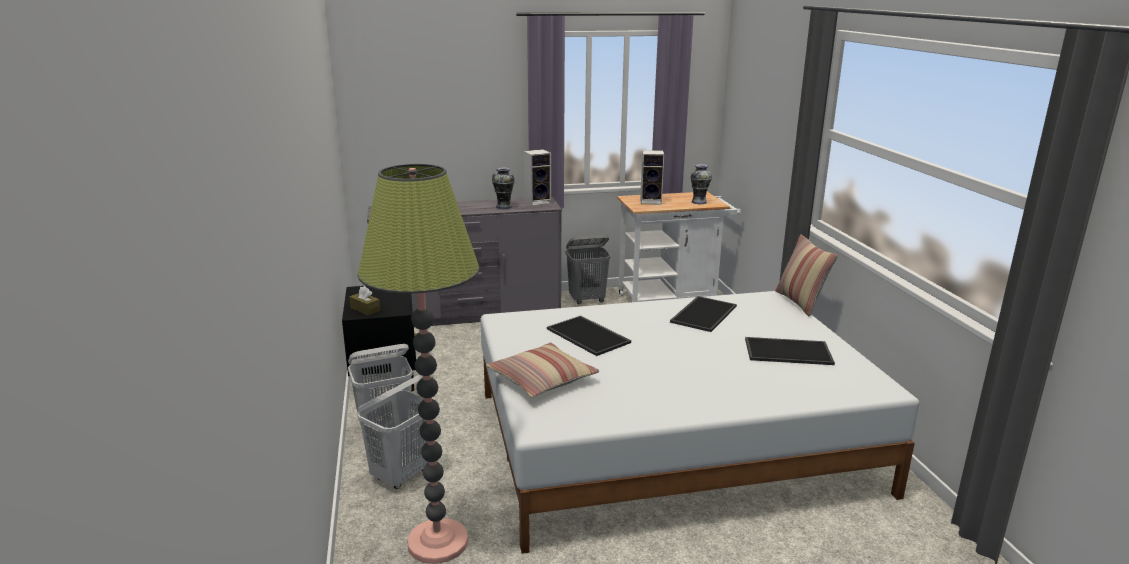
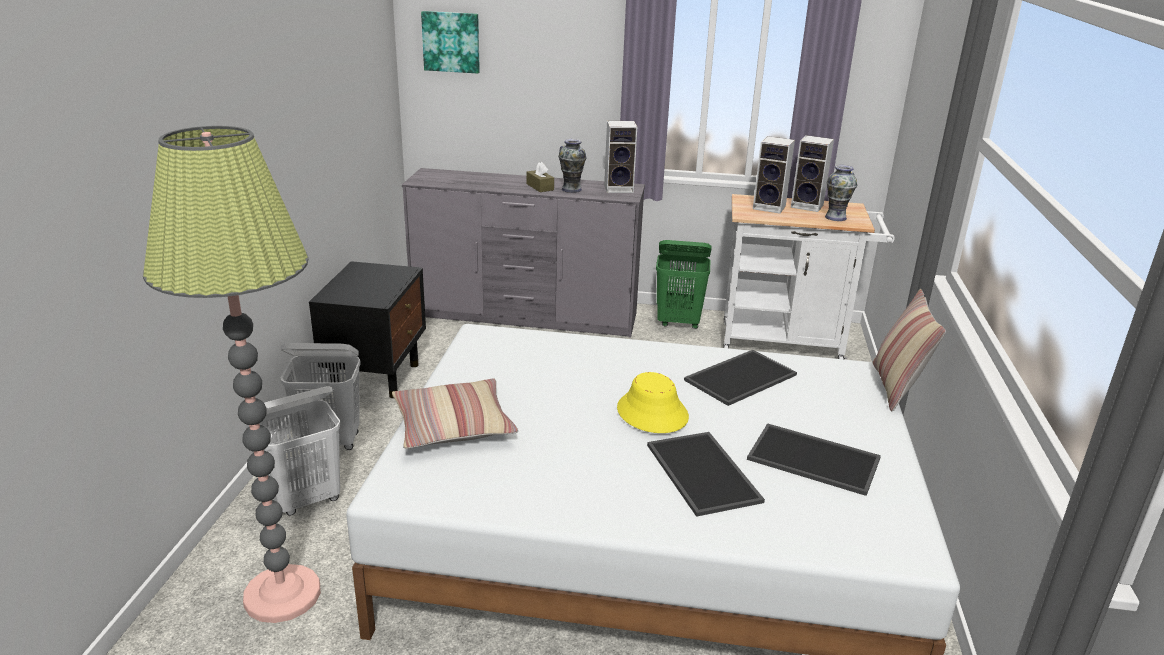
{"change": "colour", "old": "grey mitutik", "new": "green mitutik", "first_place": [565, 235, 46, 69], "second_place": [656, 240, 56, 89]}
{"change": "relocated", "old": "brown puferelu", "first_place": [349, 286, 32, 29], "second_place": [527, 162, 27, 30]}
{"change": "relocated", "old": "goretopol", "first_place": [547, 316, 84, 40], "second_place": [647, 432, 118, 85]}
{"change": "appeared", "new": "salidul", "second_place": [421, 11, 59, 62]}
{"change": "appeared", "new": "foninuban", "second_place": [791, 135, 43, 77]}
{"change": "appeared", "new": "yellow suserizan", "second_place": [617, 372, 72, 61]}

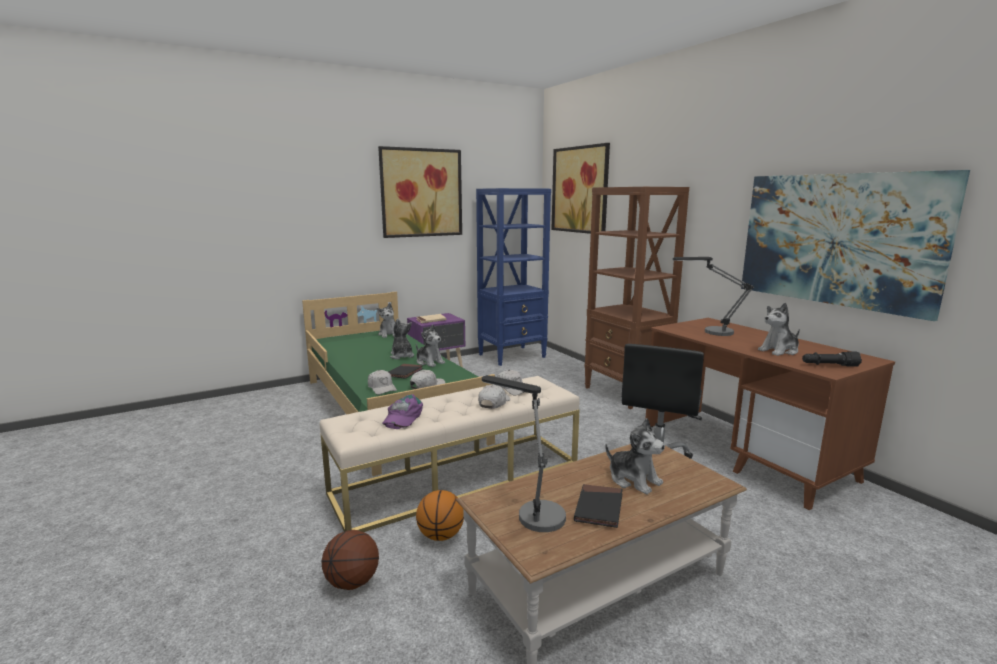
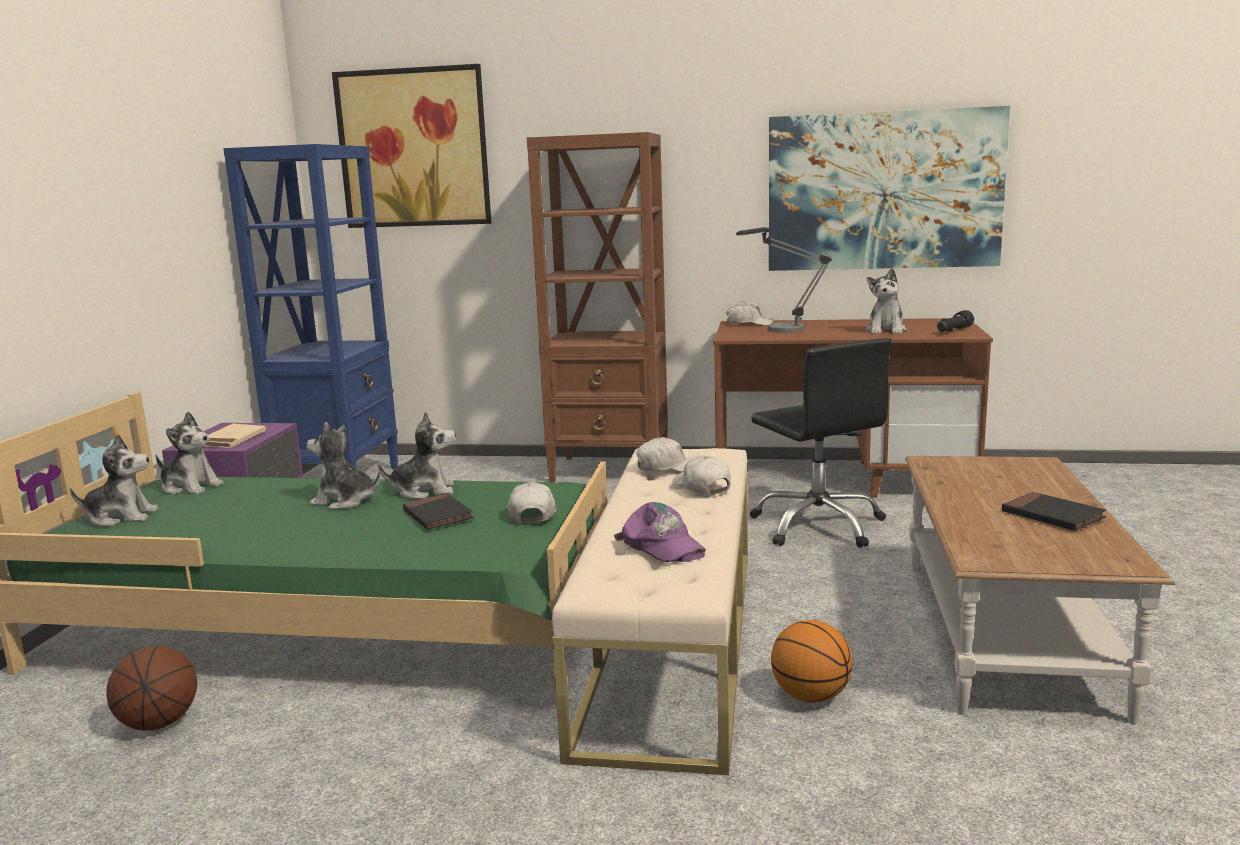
{"change": "missing", "old": "salidul", "first_place": [378, 146, 84, 92]}
{"change": "relocated", "old": "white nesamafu", "first_place": [368, 370, 29, 25], "second_place": [726, 301, 48, 25]}
{"change": "missing", "old": "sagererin", "first_place": [482, 375, 84, 157]}
{"change": "relocated", "old": "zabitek", "first_place": [605, 418, 60, 77], "second_place": [70, 434, 89, 92]}
{"change": "relocated", "old": "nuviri", "first_place": [322, 530, 57, 60], "second_place": [106, 646, 91, 85]}

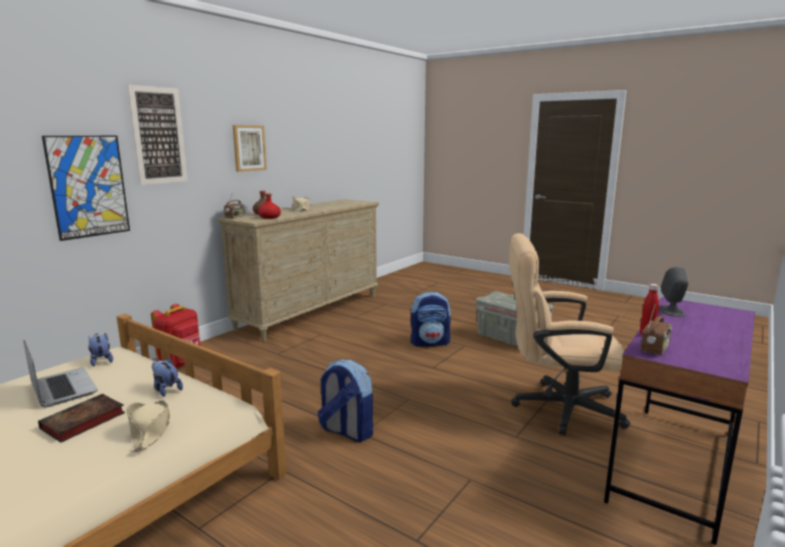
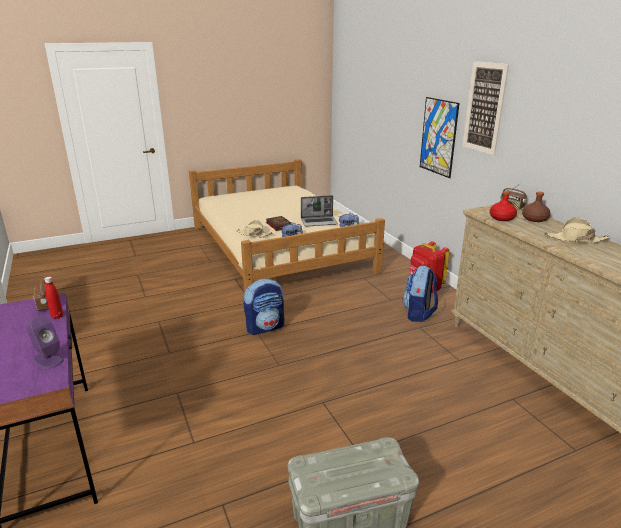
{"change": "missing", "old": "salidul", "first_place": [233, 125, 34, 47]}
{"change": "missing", "old": "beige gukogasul", "first_place": [509, 233, 121, 202]}
{"change": "colour", "old": "grey foninuban", "new": "purple foninuban", "first_place": [659, 267, 29, 50], "second_place": [26, 316, 38, 53]}
{"change": "relocated", "old": "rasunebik", "first_place": [411, 292, 40, 55], "second_place": [402, 266, 36, 56]}

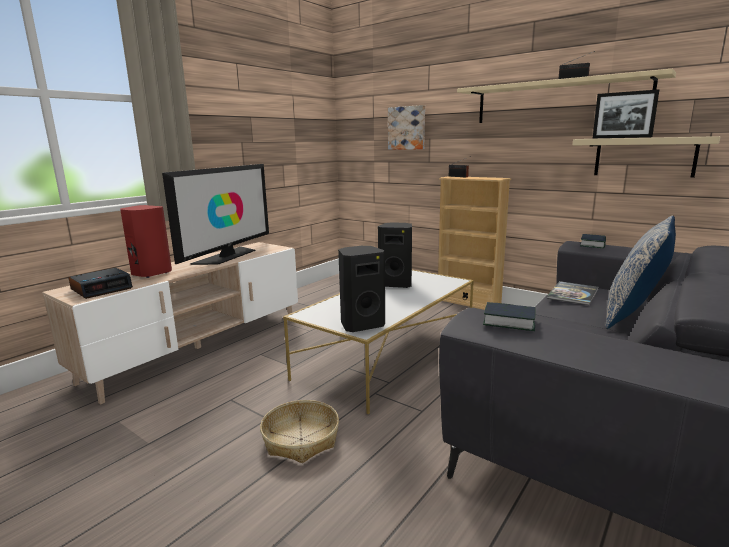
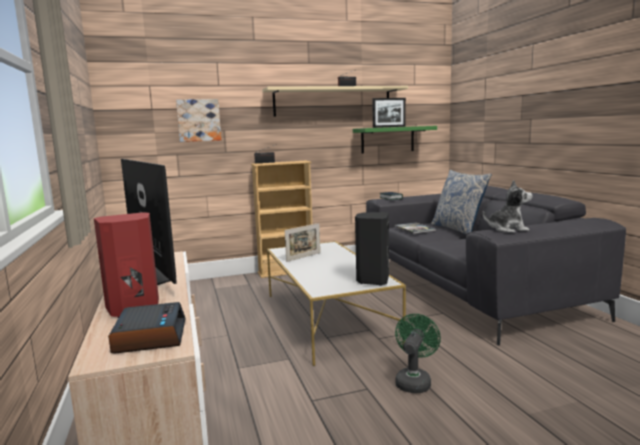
{"change": "colour", "old": "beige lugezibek", "new": "green lugezibek", "first_place": [572, 136, 148, 42], "second_place": [353, 126, 84, 28]}
{"change": "exchanged", "old": "black foninuban", "new": "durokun", "first_place": [378, 222, 34, 66], "second_place": [285, 223, 35, 39]}
{"change": "exchanged", "old": "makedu", "new": "zabitek", "first_place": [483, 302, 52, 29], "second_place": [483, 180, 49, 53]}
{"change": "exchanged", "old": "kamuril", "new": "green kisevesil", "first_place": [260, 400, 79, 63], "second_place": [395, 314, 46, 79]}

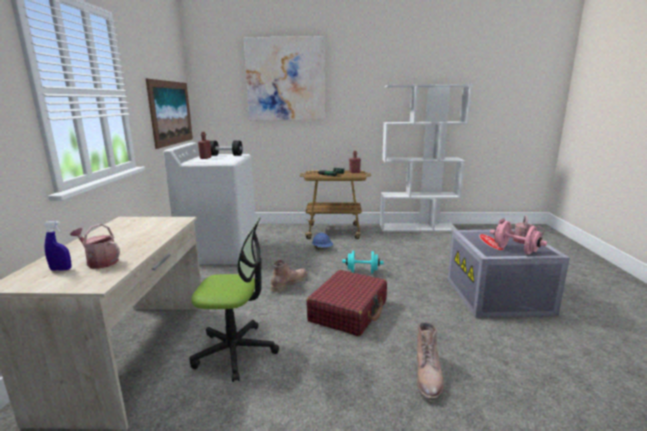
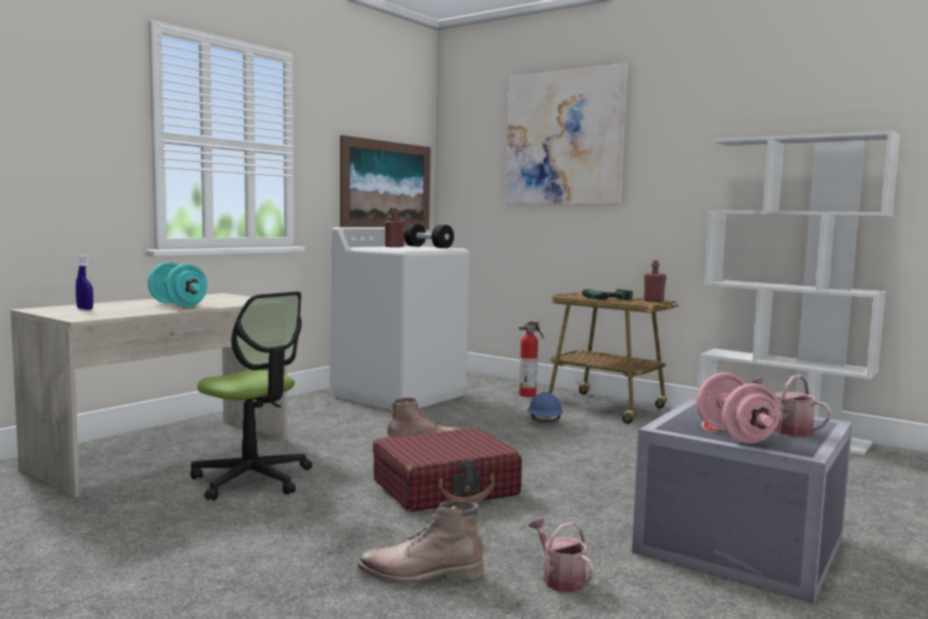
{"change": "relocated", "old": "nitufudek", "first_place": [70, 224, 50, 45], "second_place": [529, 518, 65, 74]}
{"change": "relocated", "old": "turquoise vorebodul", "first_place": [342, 250, 41, 24], "second_place": [148, 262, 59, 45]}
{"change": "spun", "old": "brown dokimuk", "first_place": [417, 322, 27, 79], "second_place": [358, 500, 126, 84], "degrees": 45}
{"change": "appeared", "new": "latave", "second_place": [519, 322, 24, 75]}

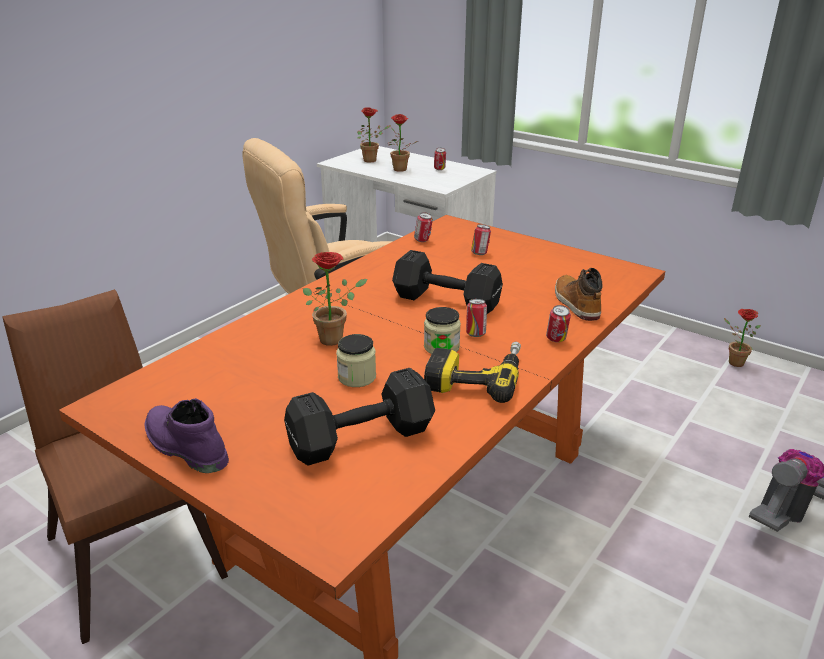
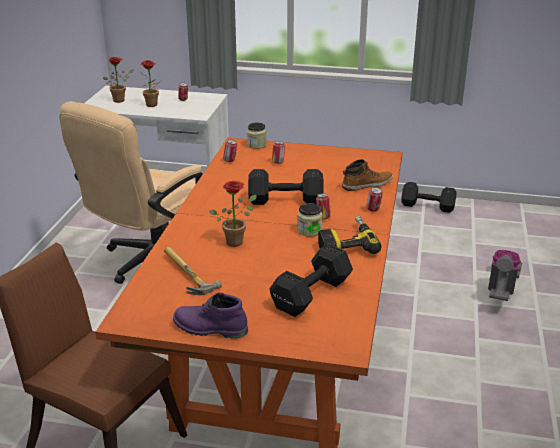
{"change": "spun", "old": "dokimuk", "first_place": [555, 268, 47, 53], "second_place": [342, 159, 51, 32], "degrees": 105}
{"change": "exchanged", "old": "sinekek", "new": "black vorebodul", "first_place": [724, 309, 37, 58], "second_place": [401, 182, 56, 31]}
{"change": "relocated", "old": "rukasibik", "first_place": [336, 334, 40, 53], "second_place": [247, 122, 20, 27]}
{"change": "appeared", "new": "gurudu", "second_place": [164, 247, 58, 48]}

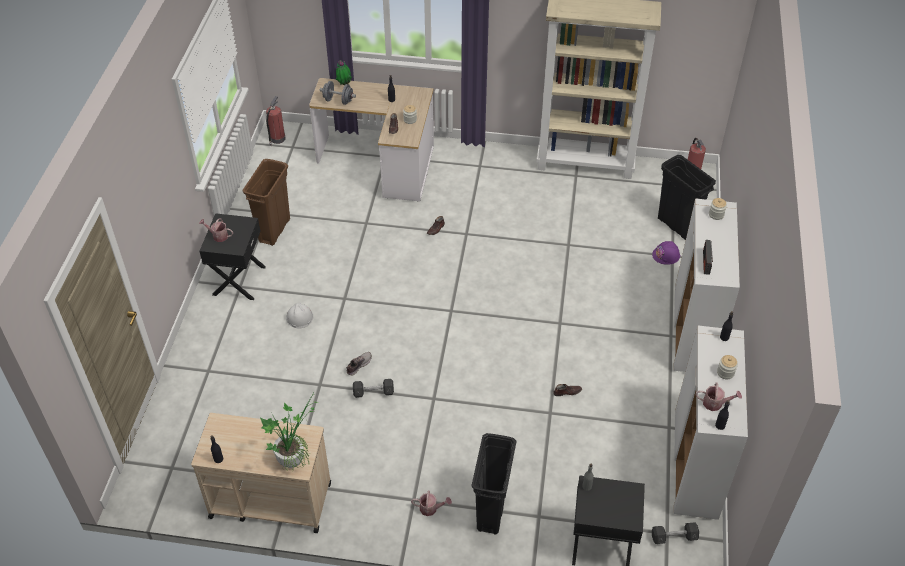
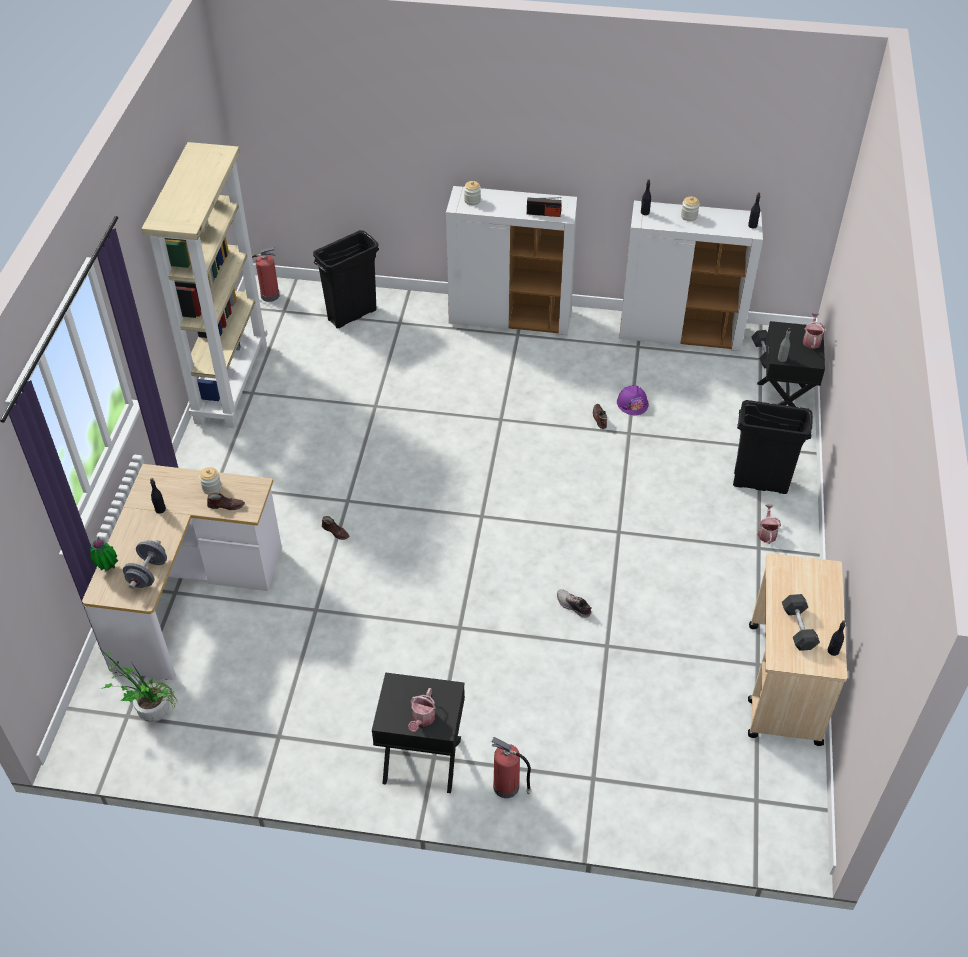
{"change": "relocated", "old": "latave", "first_place": [266, 96, 20, 50], "second_place": [491, 737, 41, 61]}
{"change": "missing", "old": "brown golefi", "first_place": [242, 159, 48, 87]}
{"change": "relocated", "old": "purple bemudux", "first_place": [652, 241, 28, 24], "second_place": [617, 385, 32, 30]}
{"change": "missing", "old": "white bemudux", "first_place": [286, 303, 27, 26]}
{"change": "relocated", "old": "grey vorebodul", "first_place": [353, 379, 41, 19], "second_place": [782, 594, 38, 57]}
{"change": "relocated", "old": "nitufudek", "first_place": [696, 382, 46, 29], "second_place": [802, 313, 23, 36]}
{"change": "relocated", "old": "sinekek", "first_place": [260, 389, 58, 84], "second_place": [101, 652, 77, 70]}

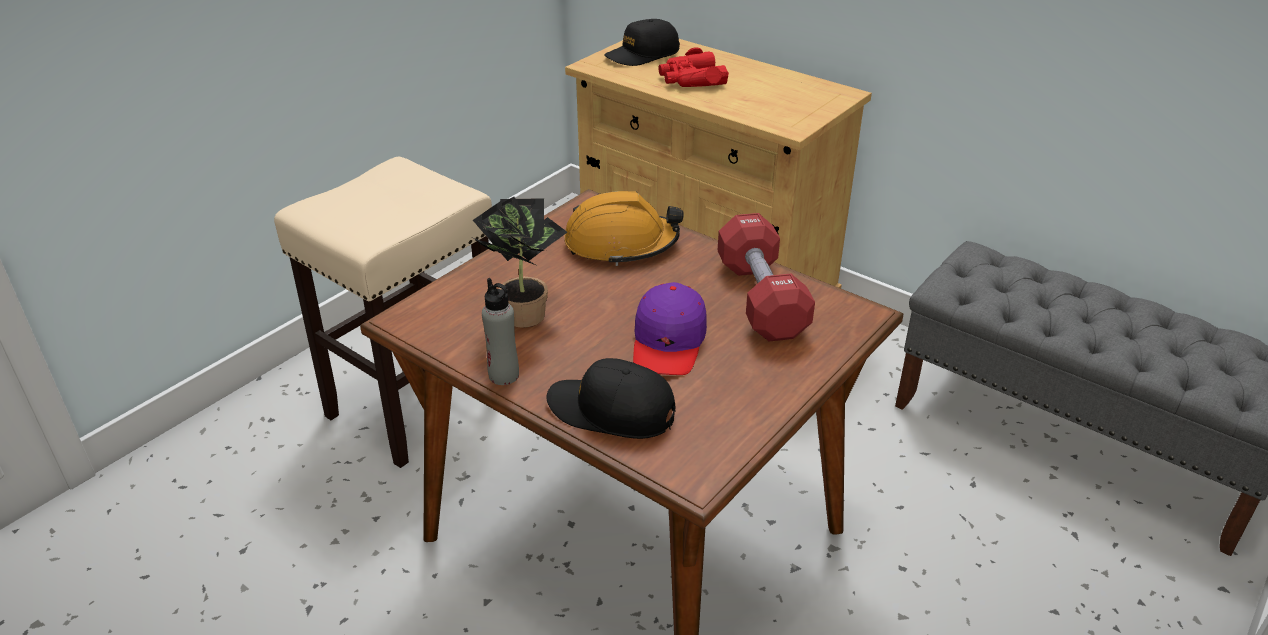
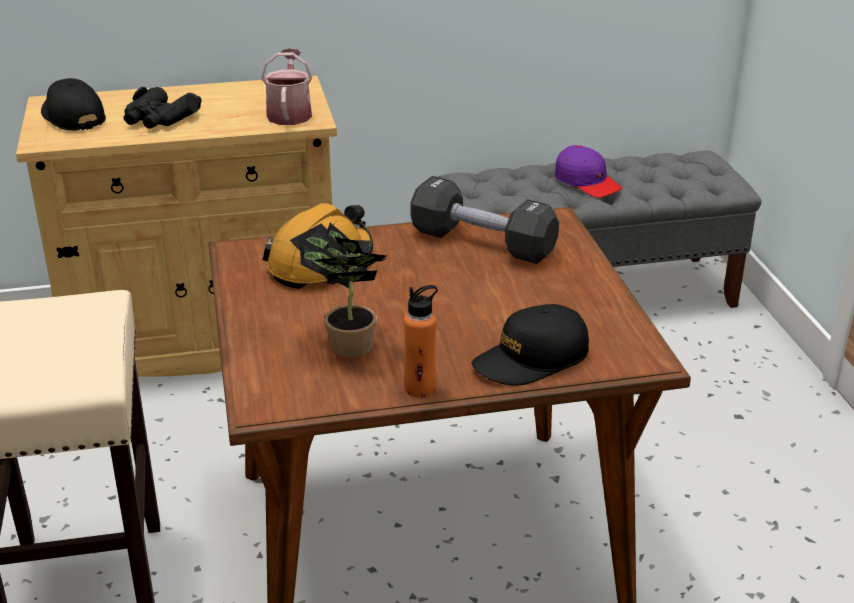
{"change": "spun", "old": "black nesamafu", "first_place": [604, 19, 76, 47], "second_place": [41, 78, 65, 52], "degrees": 135}
{"change": "colour", "old": "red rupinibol", "new": "black rupinibol", "first_place": [658, 47, 71, 40], "second_place": [123, 87, 79, 42]}
{"change": "colour", "old": "red vorebodul", "new": "black vorebodul", "first_place": [718, 213, 97, 129], "second_place": [410, 176, 149, 88]}
{"change": "colour", "old": "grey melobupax", "new": "orange melobupax", "first_place": [482, 278, 37, 107], "second_place": [404, 285, 34, 113]}
{"change": "relocated", "old": "purple nesamafu", "first_place": [633, 282, 74, 93], "second_place": [554, 145, 68, 53]}
{"change": "appeared", "new": "nitufudek", "second_place": [261, 48, 51, 77]}

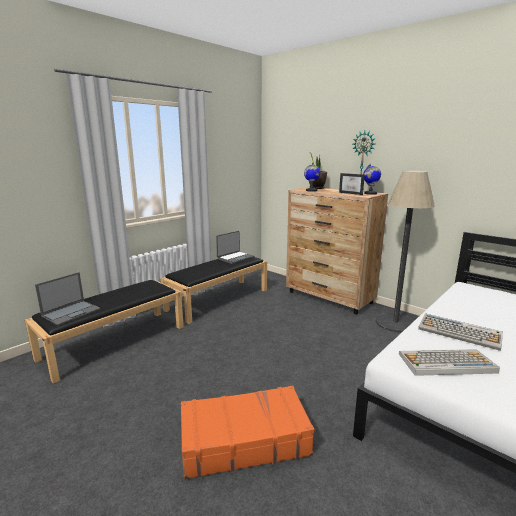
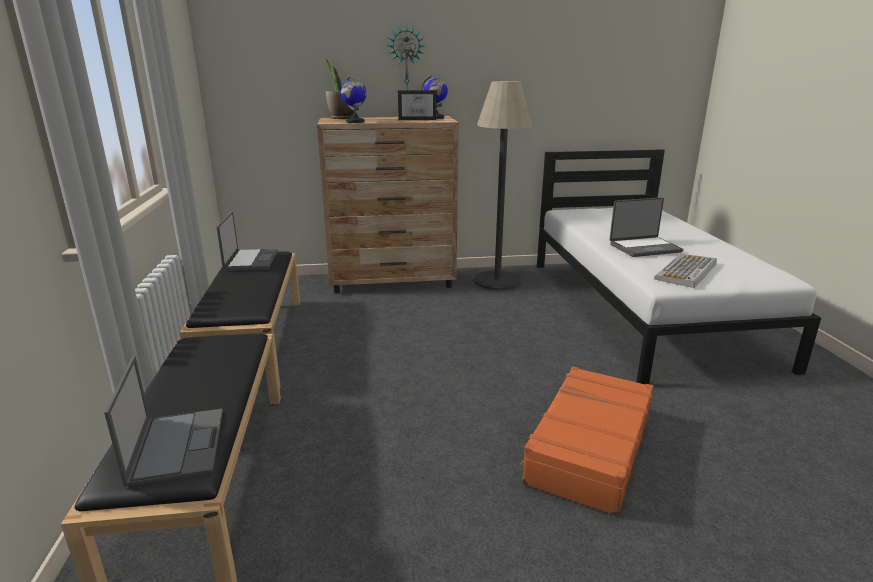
{"change": "exchanged", "old": "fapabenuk", "new": "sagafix", "first_place": [418, 313, 85, 38], "second_place": [609, 197, 75, 60]}

